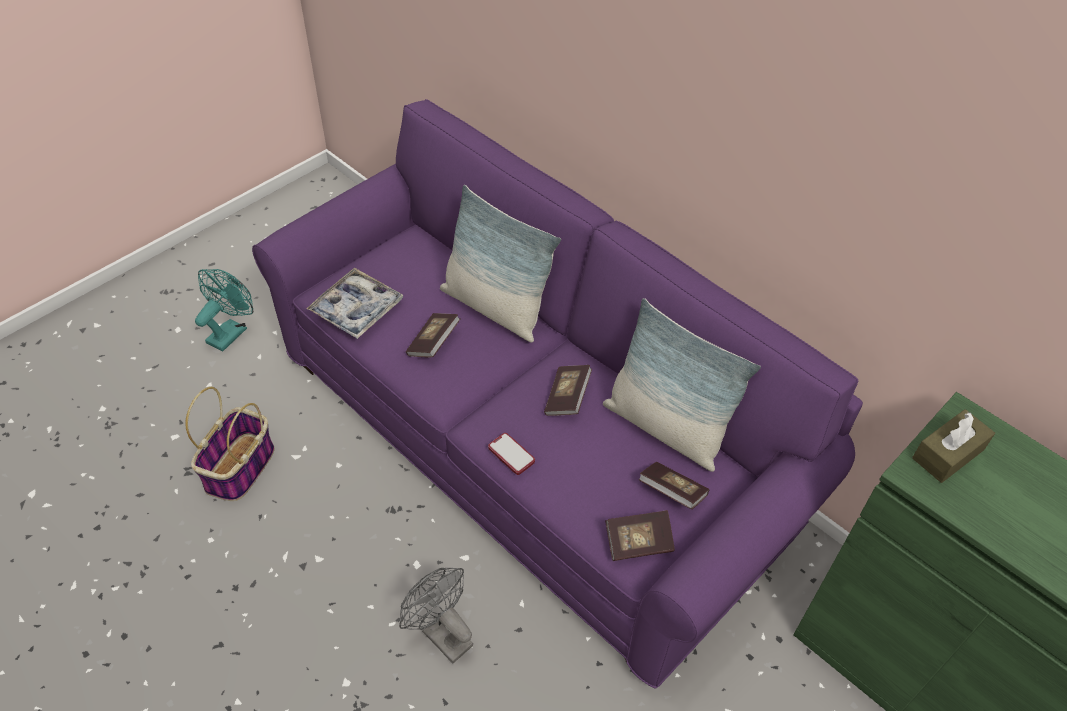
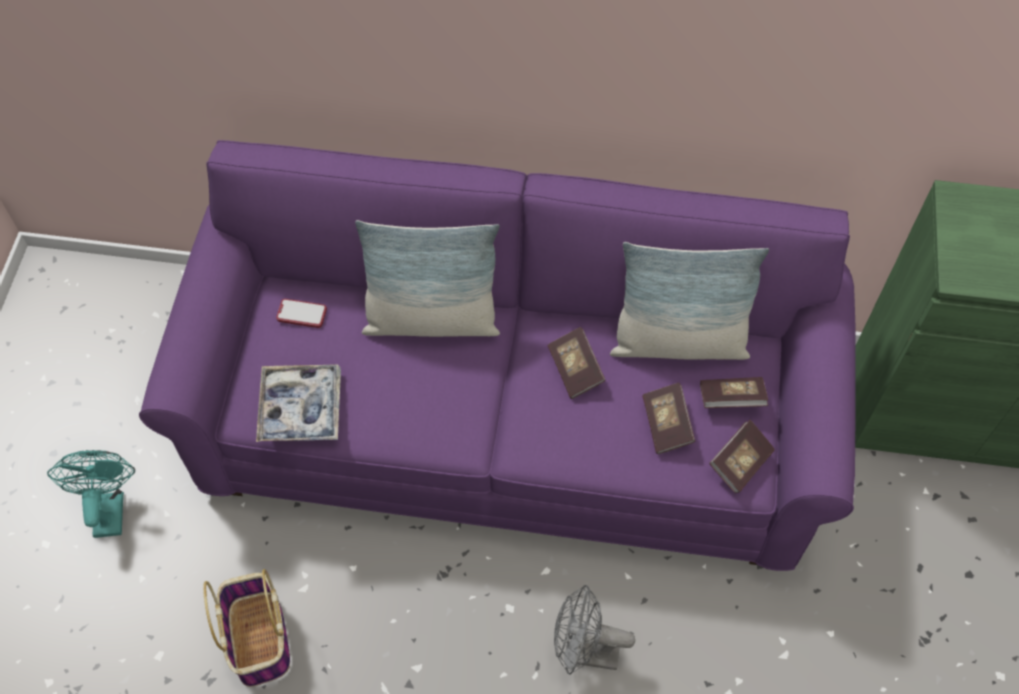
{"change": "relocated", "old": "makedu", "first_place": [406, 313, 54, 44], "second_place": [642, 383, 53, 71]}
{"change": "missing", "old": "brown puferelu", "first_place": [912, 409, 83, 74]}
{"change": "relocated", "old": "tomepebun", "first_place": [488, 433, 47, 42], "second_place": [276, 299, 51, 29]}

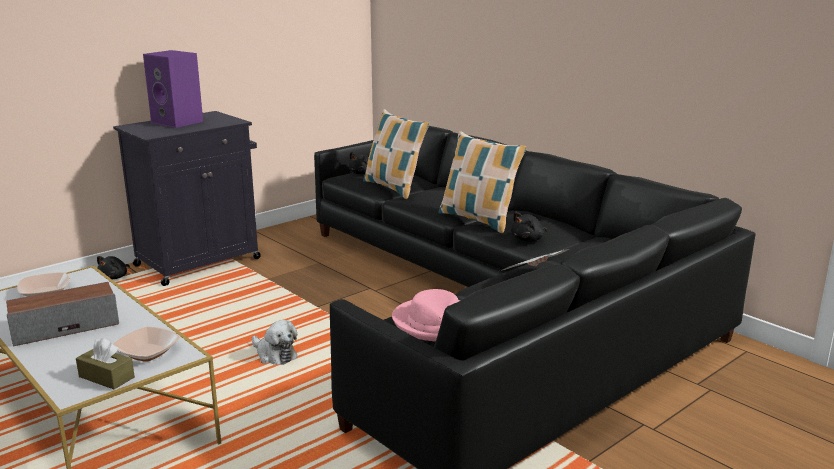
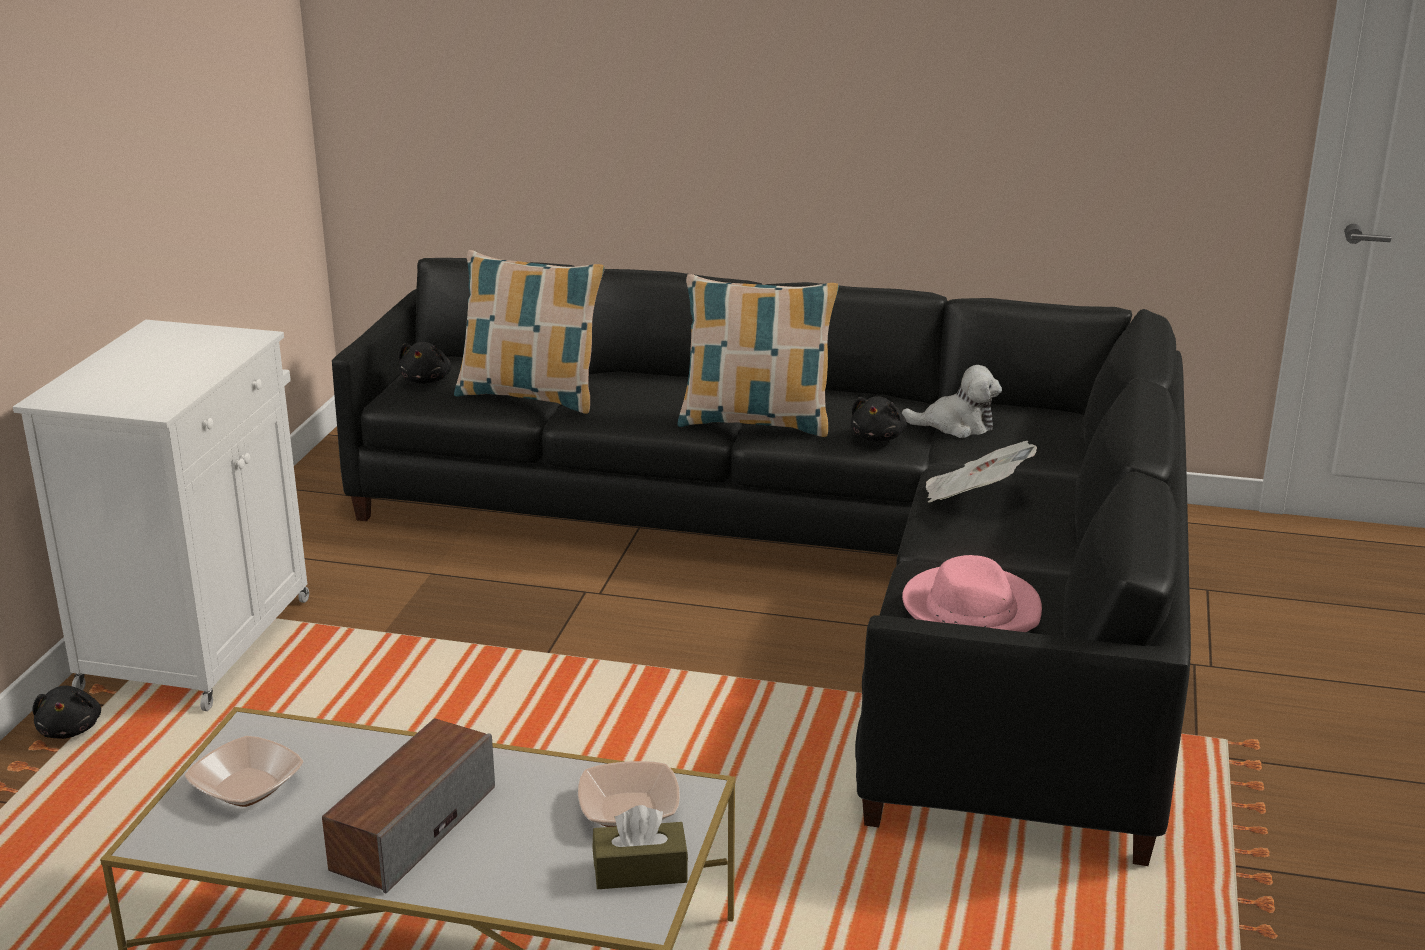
{"change": "missing", "old": "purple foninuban", "first_place": [143, 50, 60, 78]}
{"change": "colour", "old": "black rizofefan", "new": "white rizofefan", "first_place": [113, 111, 148, 175], "second_place": [13, 320, 296, 391]}
{"change": "relocated", "old": "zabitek", "first_place": [252, 320, 46, 45], "second_place": [902, 365, 100, 73]}

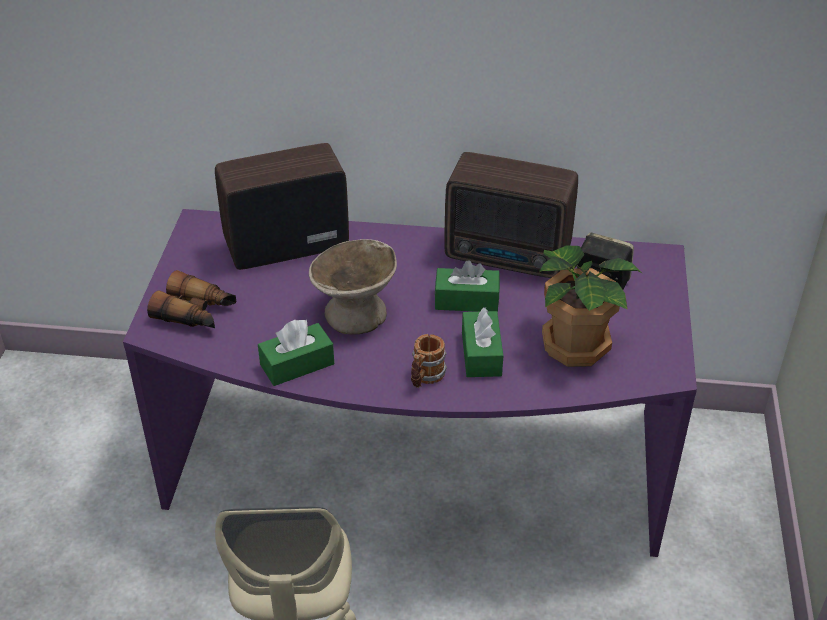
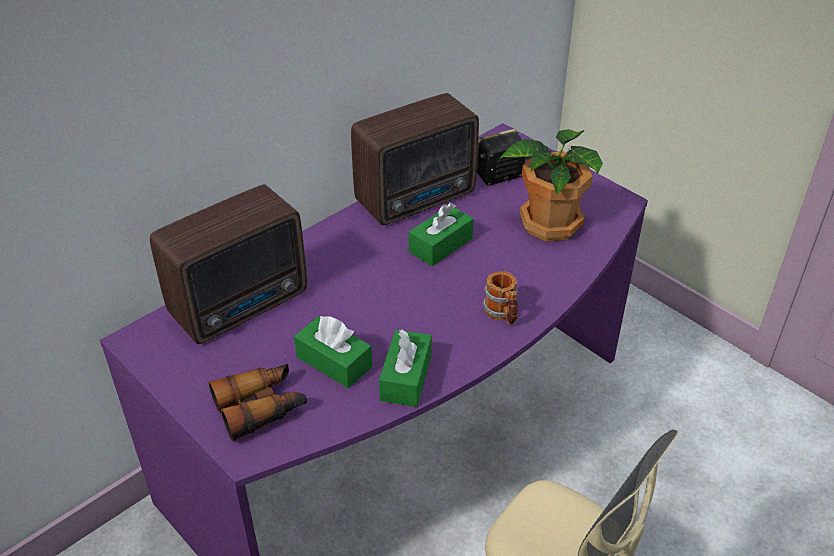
{"change": "spun", "old": "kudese", "first_place": [215, 143, 134, 127], "second_place": [150, 184, 157, 160], "degrees": -150}
{"change": "missing", "old": "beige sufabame", "first_place": [309, 239, 88, 96]}
{"change": "relocated", "old": "green puferelu", "first_place": [462, 307, 41, 70], "second_place": [294, 316, 78, 72]}

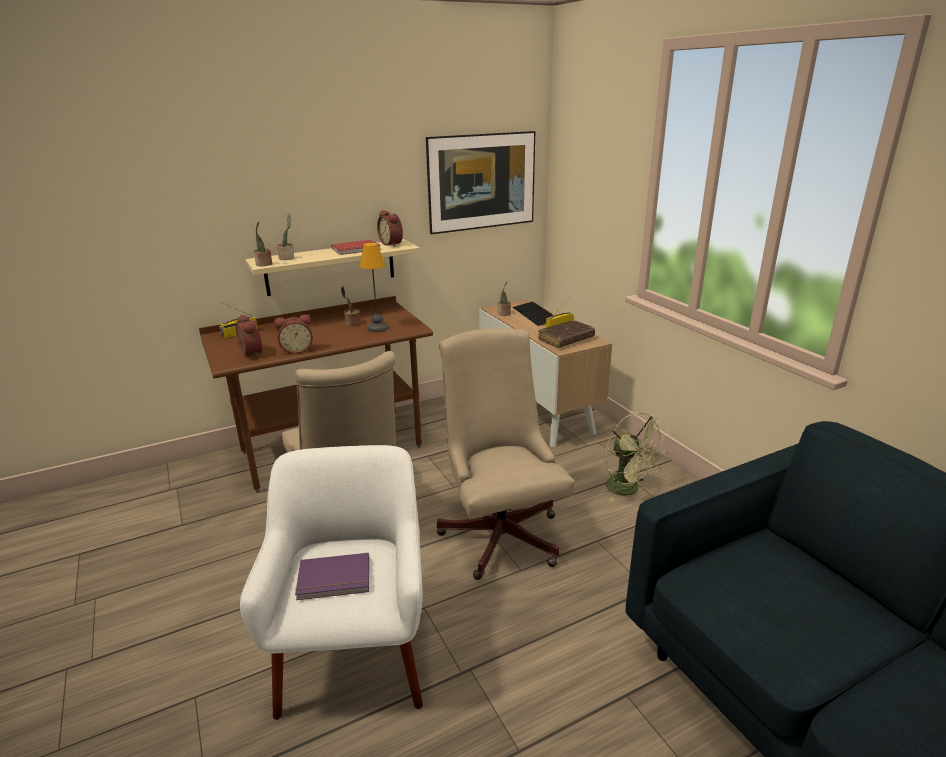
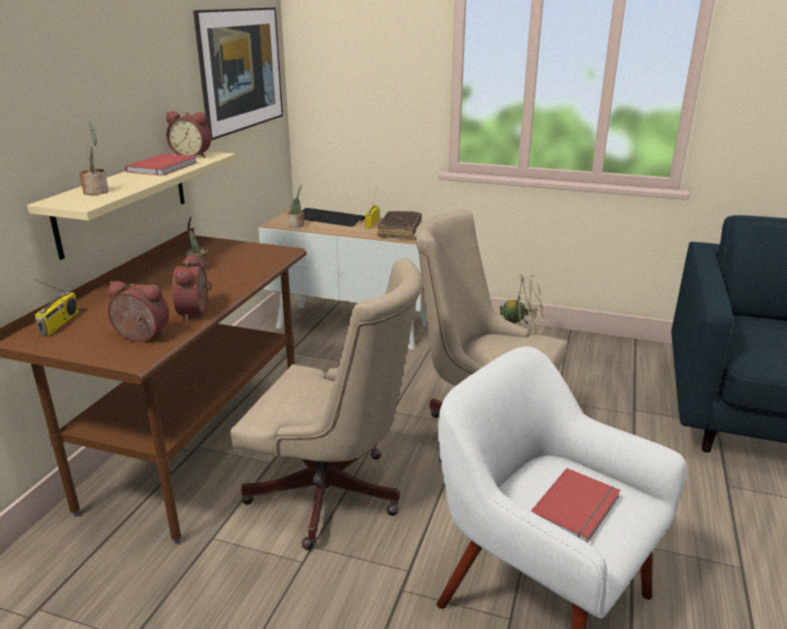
{"change": "missing", "old": "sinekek", "first_place": [254, 221, 18, 45]}
{"change": "missing", "old": "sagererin", "first_place": [359, 243, 29, 89]}
{"change": "spun", "old": "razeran", "first_place": [274, 314, 39, 40], "second_place": [172, 255, 40, 66], "degrees": 150}
{"change": "colour", "old": "purple makedu", "new": "red makedu", "first_place": [295, 553, 74, 47], "second_place": [531, 468, 89, 75]}

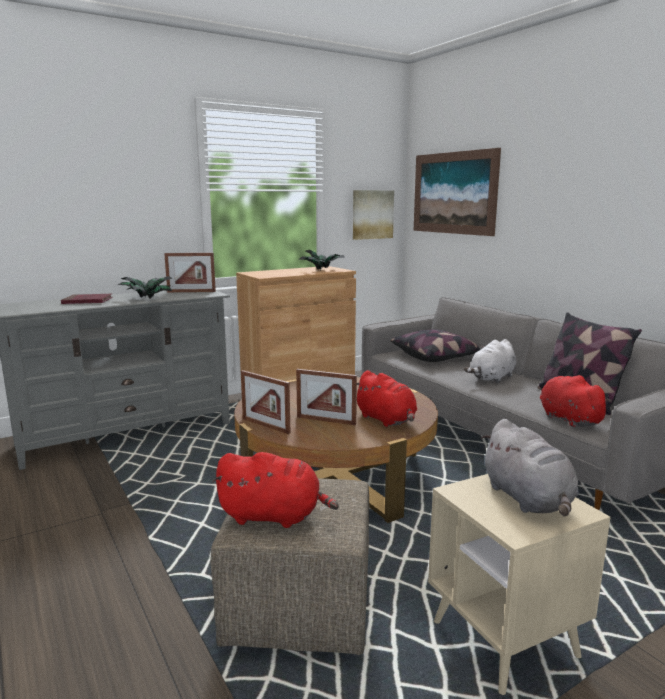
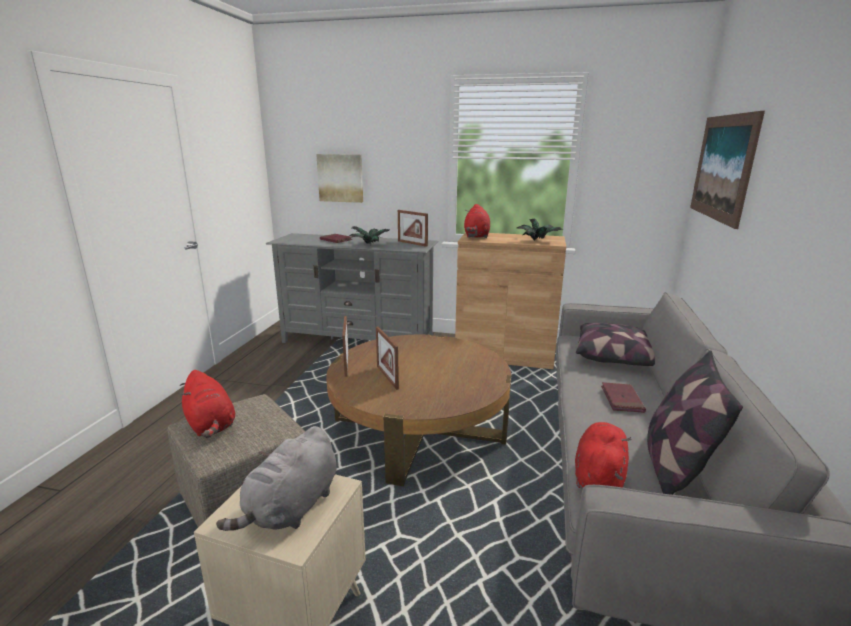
{"change": "relocated", "old": "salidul", "first_place": [353, 190, 41, 50], "second_place": [316, 154, 47, 49]}
{"change": "exchanged", "old": "white zabitek", "new": "red makedu", "first_place": [464, 339, 52, 44], "second_place": [601, 382, 45, 31]}
{"change": "relocated", "old": "red zabitek", "first_place": [357, 370, 60, 57], "second_place": [464, 204, 26, 34]}

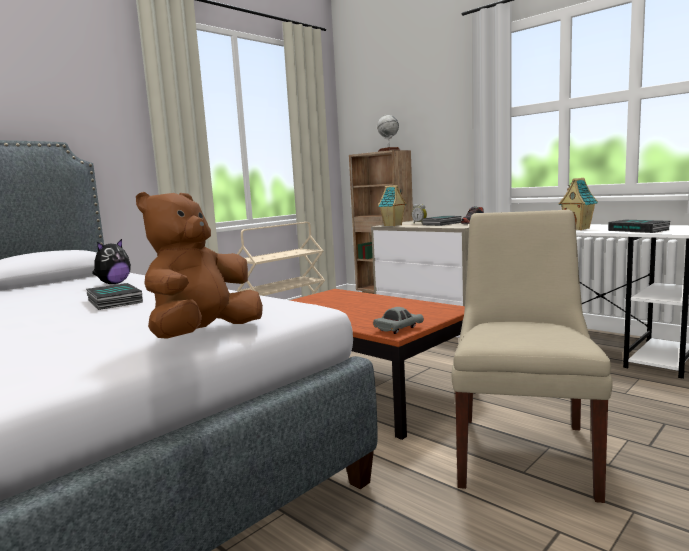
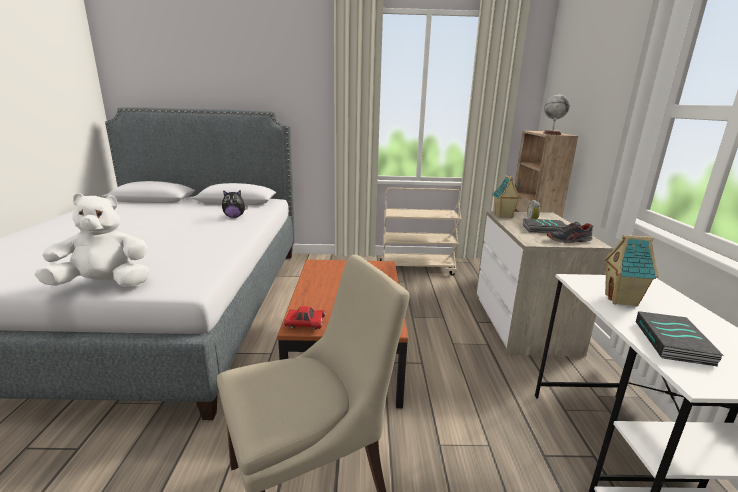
{"change": "colour", "old": "brown zabitek", "new": "white zabitek", "first_place": [136, 192, 127, 147], "second_place": [35, 193, 115, 94]}
{"change": "missing", "old": "makedu", "first_place": [86, 283, 57, 27]}
{"change": "colour", "old": "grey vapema", "new": "red vapema", "first_place": [373, 307, 51, 27], "second_place": [284, 306, 42, 23]}

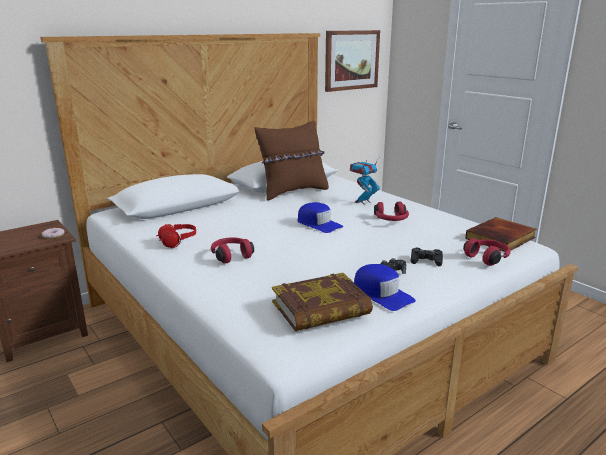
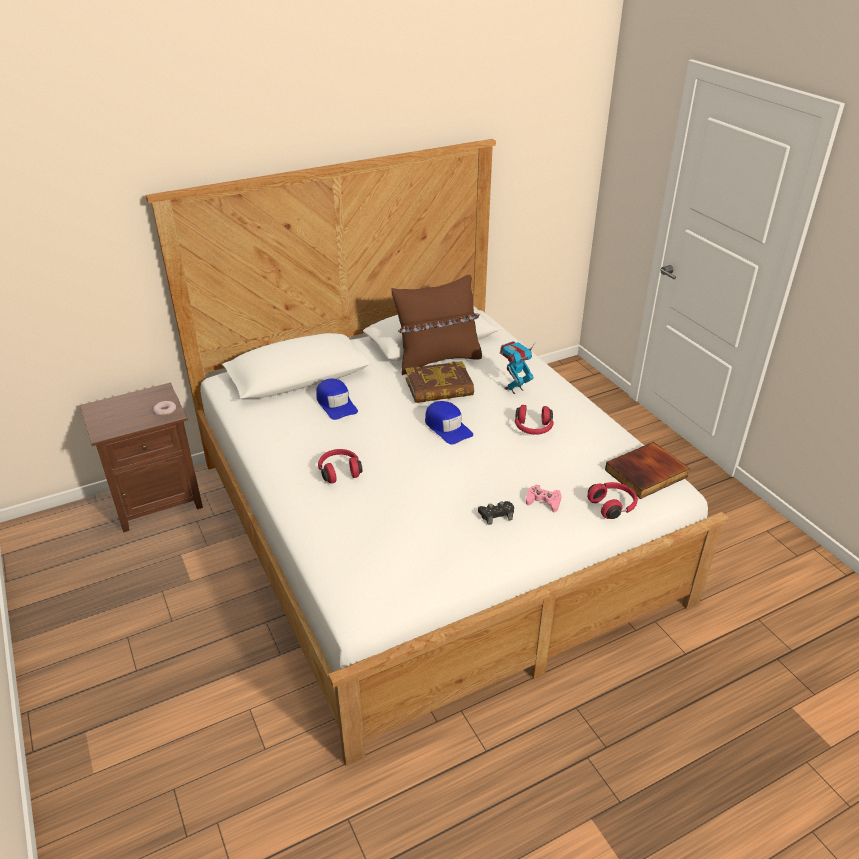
{"change": "missing", "old": "salidul", "first_place": [325, 30, 55, 62]}
{"change": "missing", "old": "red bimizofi", "first_place": [156, 224, 40, 24]}
{"change": "colour", "old": "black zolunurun", "new": "pink zolunurun", "first_place": [411, 248, 32, 18], "second_place": [526, 485, 36, 27]}
{"change": "relocated", "old": "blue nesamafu", "first_place": [354, 264, 62, 47], "second_place": [316, 379, 42, 41]}
{"change": "relocated", "old": "makedu", "first_place": [272, 273, 101, 58], "second_place": [405, 361, 69, 42]}

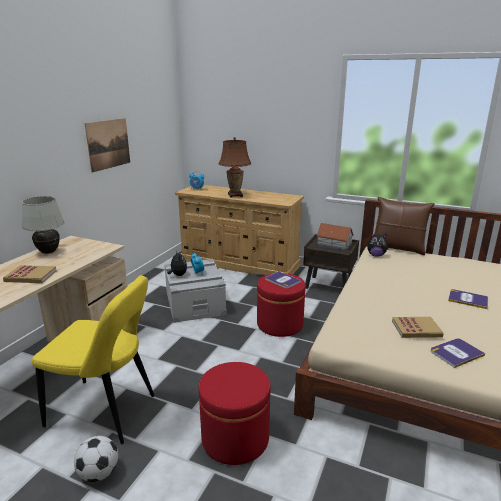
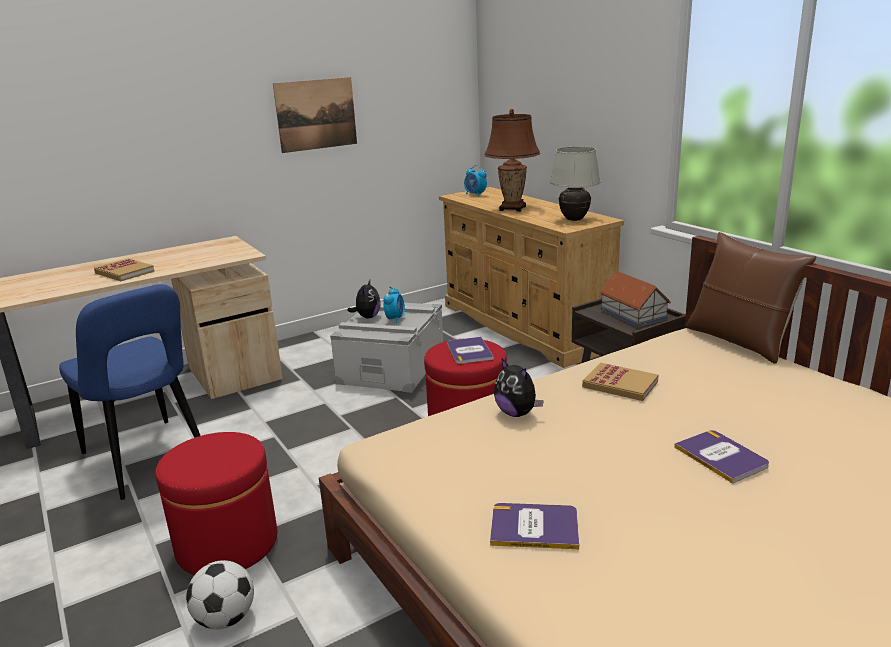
{"change": "relocated", "old": "white sagererin", "first_place": [22, 196, 42, 58], "second_place": [550, 147, 51, 74]}
{"change": "relocated", "old": "zabitek", "first_place": [367, 232, 22, 25], "second_place": [494, 359, 50, 58]}
{"change": "colour", "old": "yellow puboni", "new": "blue puboni", "first_place": [32, 275, 123, 169], "second_place": [59, 284, 142, 216]}
{"change": "relocated", "old": "makedu", "first_place": [392, 317, 52, 21], "second_place": [582, 363, 77, 38]}
{"change": "relocated", "old": "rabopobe", "first_place": [74, 436, 44, 46], "second_place": [186, 560, 68, 69]}

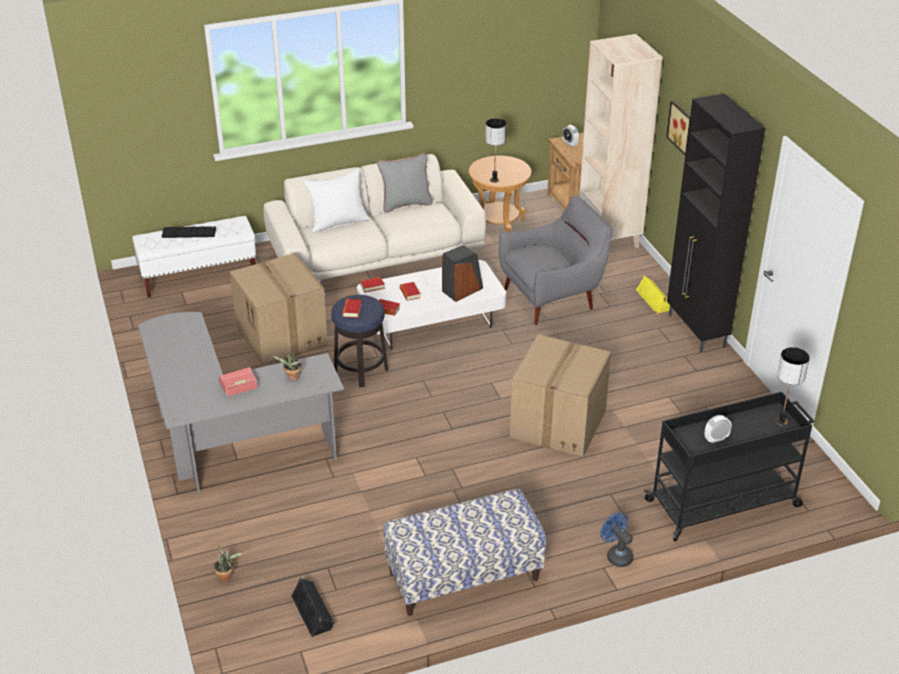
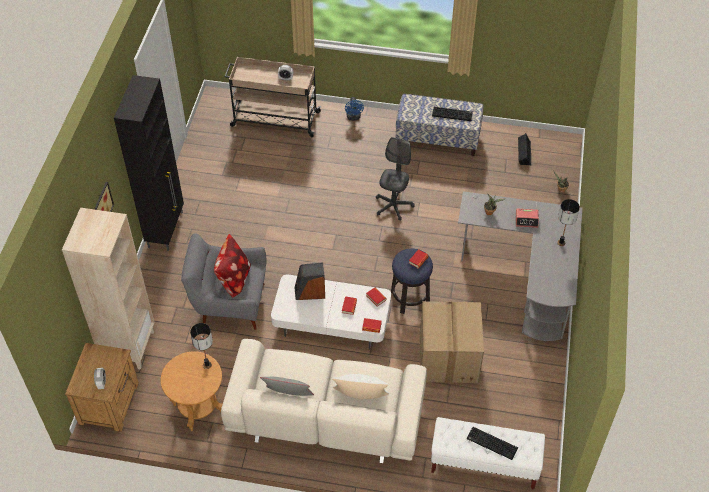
{"change": "missing", "old": "yellow foninuban", "first_place": [636, 275, 34, 39]}
{"change": "missing", "old": "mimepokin", "first_place": [510, 334, 101, 124]}
{"change": "relocated", "old": "sagererin", "first_place": [775, 347, 35, 79], "second_place": [557, 199, 23, 47]}
{"change": "colour", "old": "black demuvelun", "new": "beige demuvelun", "first_place": [644, 392, 170, 150], "second_place": [225, 57, 96, 80]}
{"change": "appeared", "new": "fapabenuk", "second_place": [432, 107, 41, 14]}
{"change": "appeared", "new": "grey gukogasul", "second_place": [376, 137, 39, 84]}
{"change": "appeared", "new": "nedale", "second_place": [214, 234, 37, 64]}

